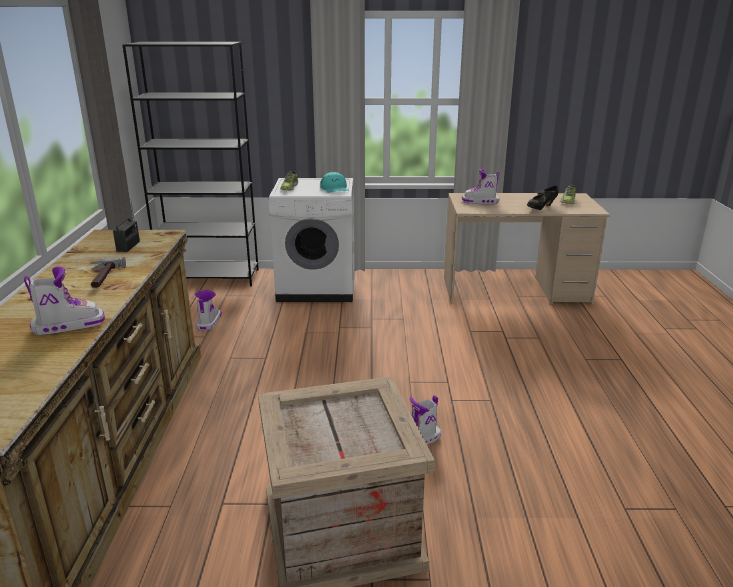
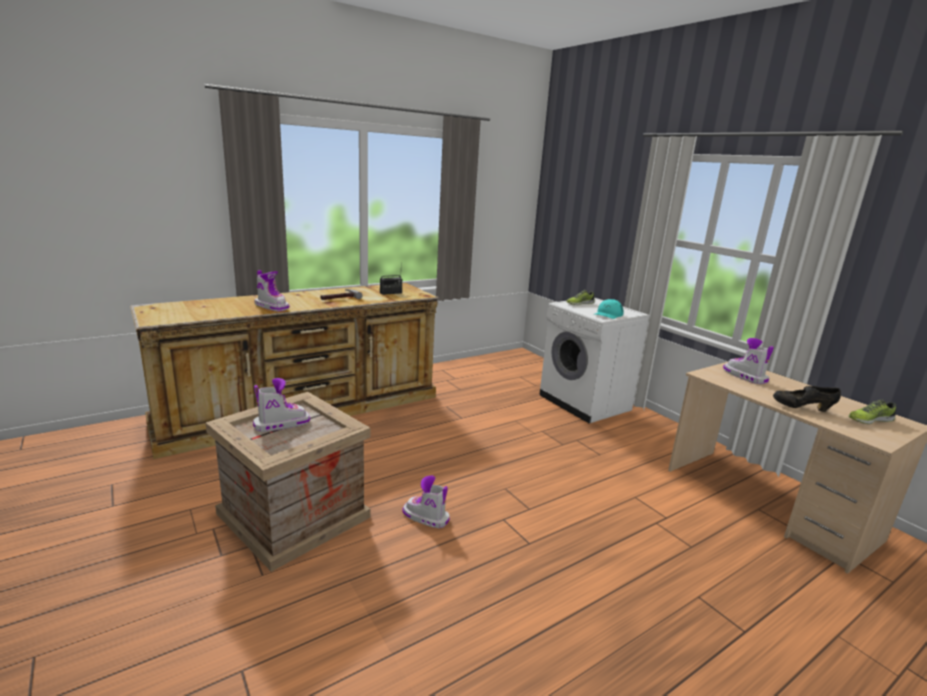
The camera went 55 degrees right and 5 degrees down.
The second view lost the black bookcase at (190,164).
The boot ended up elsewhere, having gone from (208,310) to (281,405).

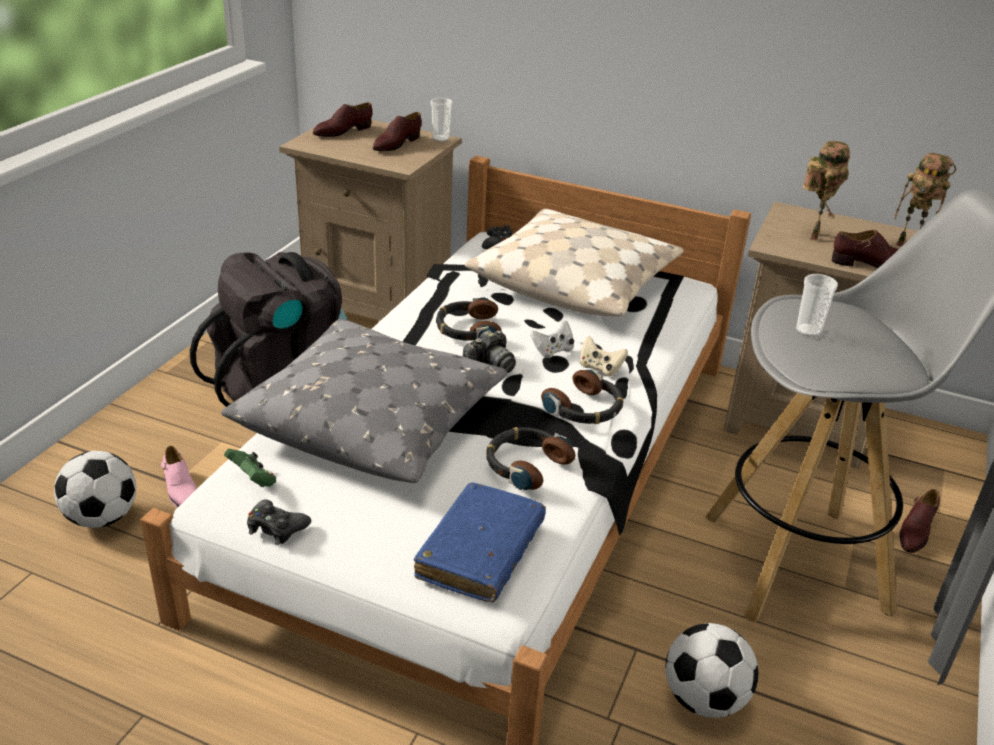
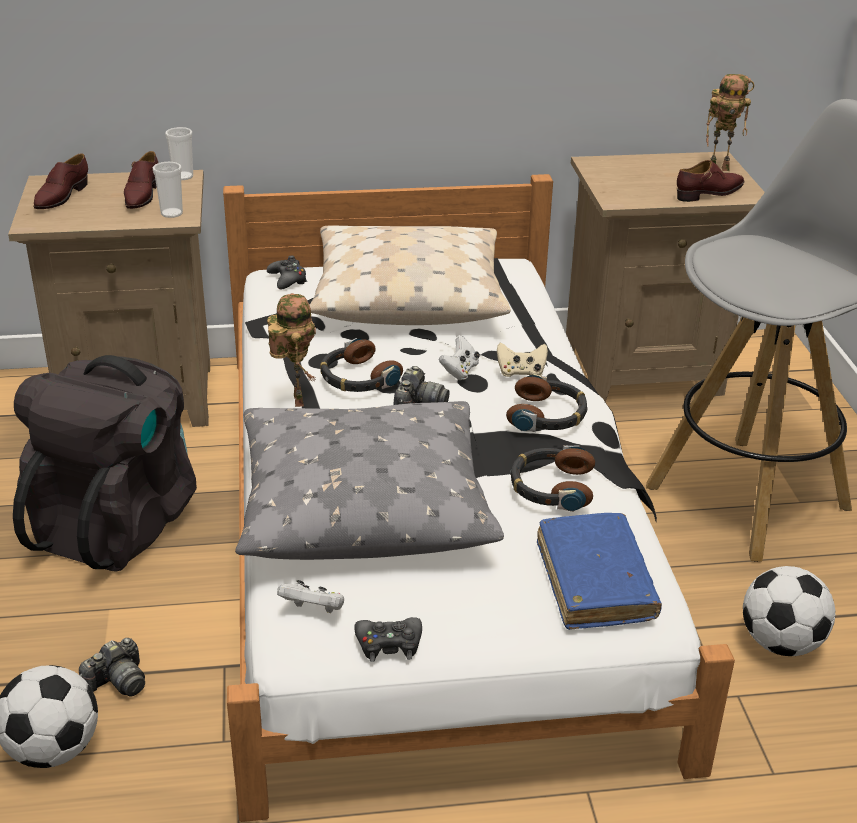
The camera went 30 degrees left and 0 degrees up.
The second view lost the brown shoe at (919,521).
The cup ended up elsewhere, having gone from (817,305) to (168,190).
The toy robot ended up elsewhere, having gone from (826,191) to (291,350).
Where the pink shoe stood at (179,477), the photo camera came to stand at (112,667).
What was the green game controller at (250,468) turned into the white game controller at (310,596).

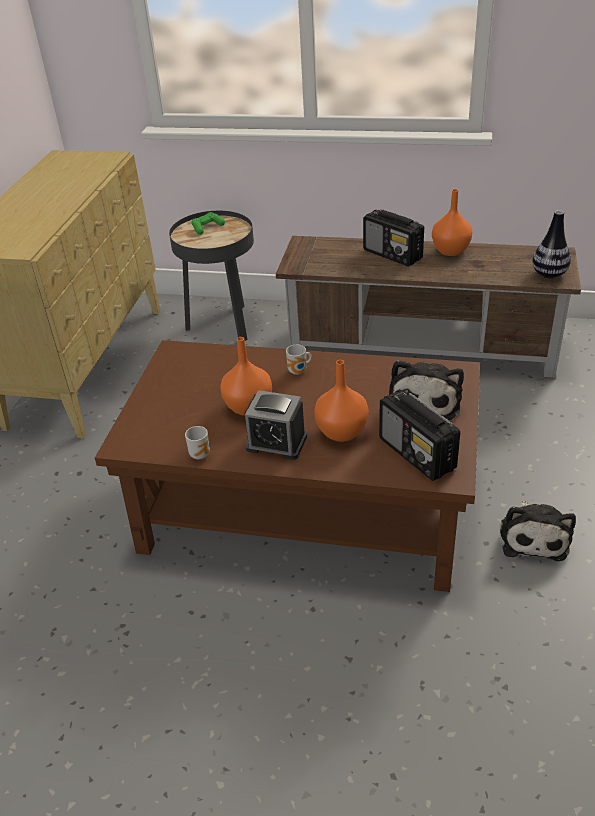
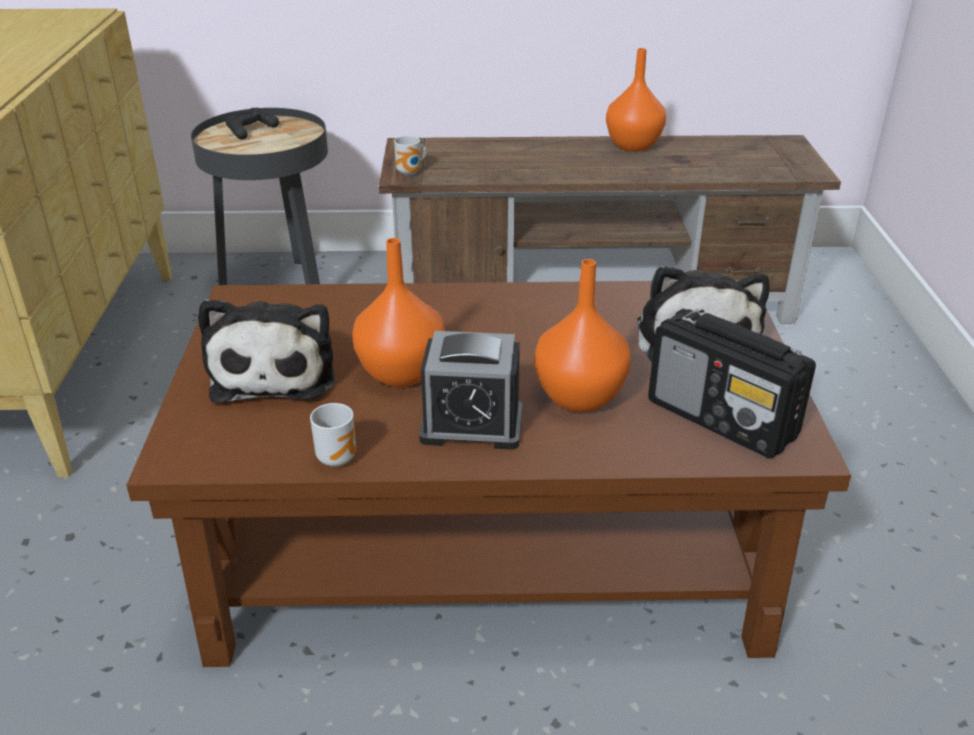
The camera went 15 degrees left and 5 degrees down.
The second view lost the radio at (393,237).
The second view lost the vase at (551,244).
The mug ended up elsewhere, having gone from (299,360) to (410,156).
The plush toy ended up elsewhere, having gone from (538,531) to (266,351).
What was the green game controller at (208,223) turned into the black game controller at (252,124).

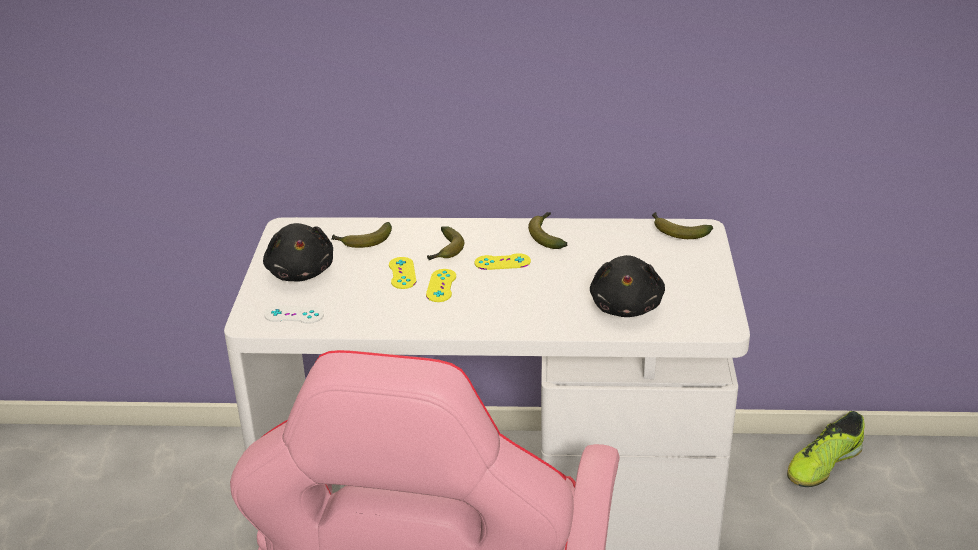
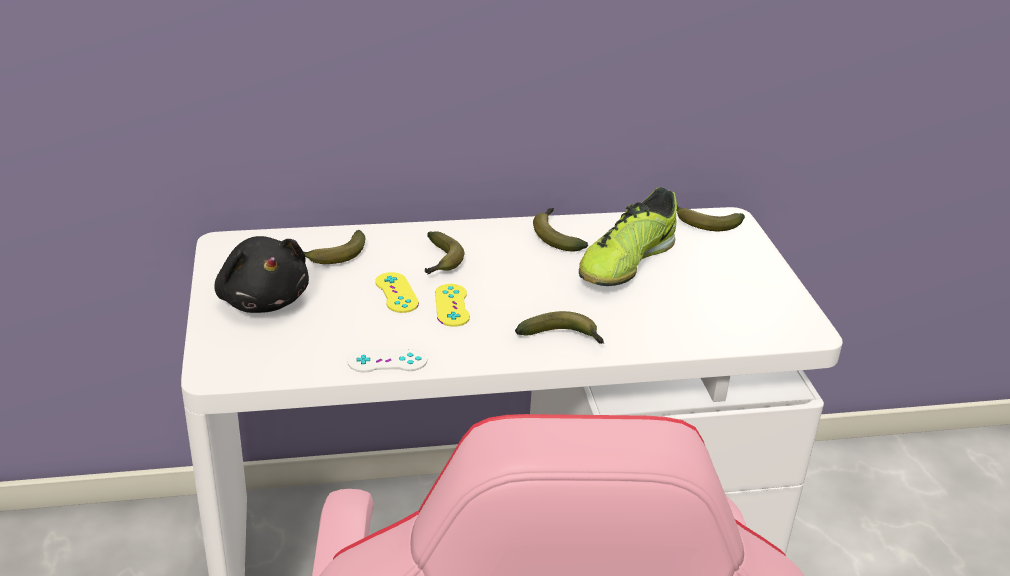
The camera went 15 degrees left and 0 degrees up.
The second view lost the yellow game controller at (503,261).
The second view lost the black plush toy at (627,286).
The second view gained the banana at (559,327).
The white game controller ended up elsewhere, having gone from (294,314) to (387,360).
The shoe ended up elsewhere, having gone from (825,449) to (628,236).

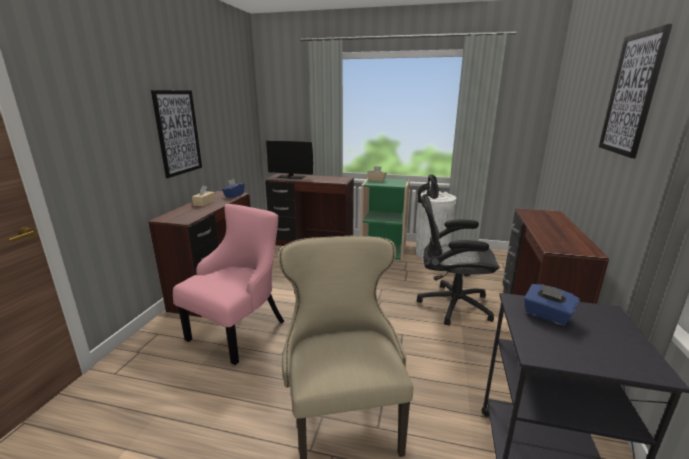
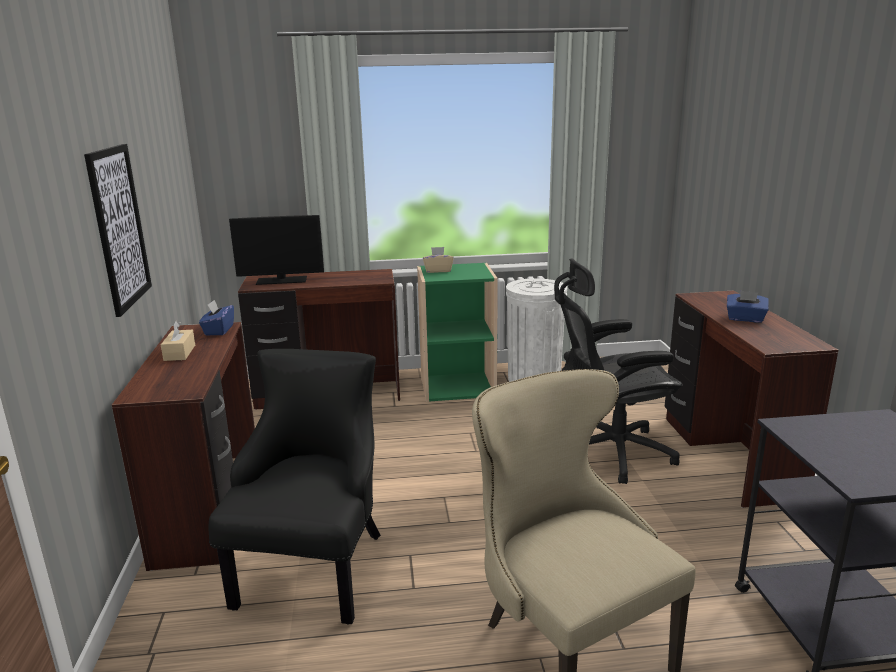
The camera went 20 degrees left and 0 degrees up.
The second view lost the picture at (635,91).
The blue tissue box ended up elsewhere, having gone from (552,305) to (748,307).
What was the pink chair at (229,284) turned into the black chair at (294,486).

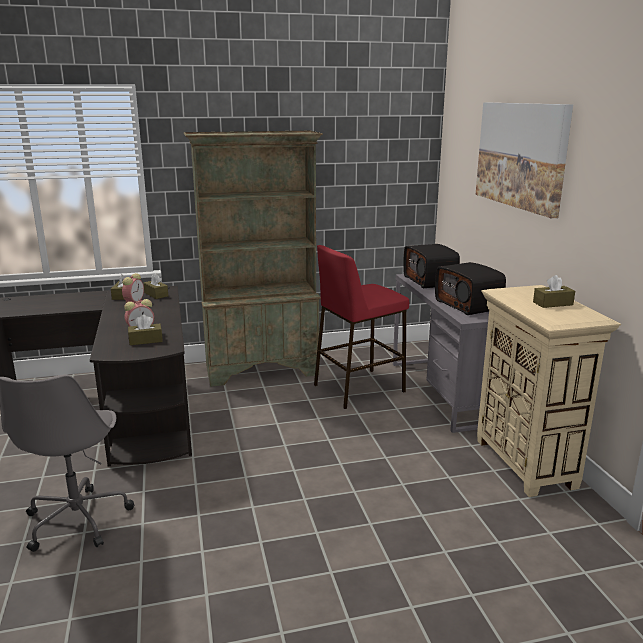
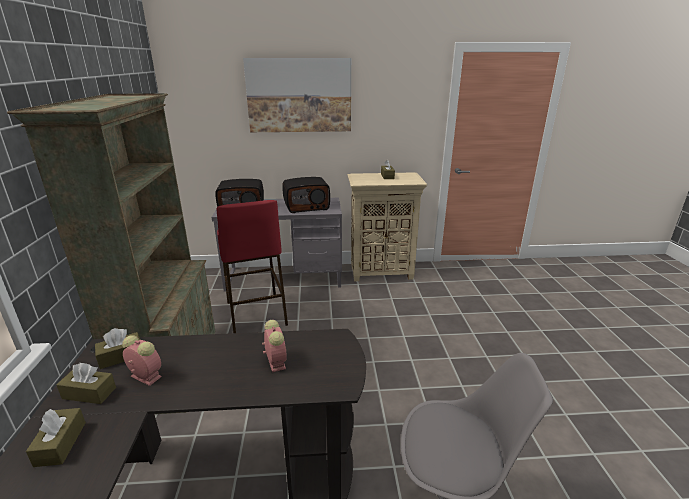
The camera went 80 degrees left and 5 degrees up.
The brown tissue box ended up elsewhere, having gone from (145,330) to (56,437).

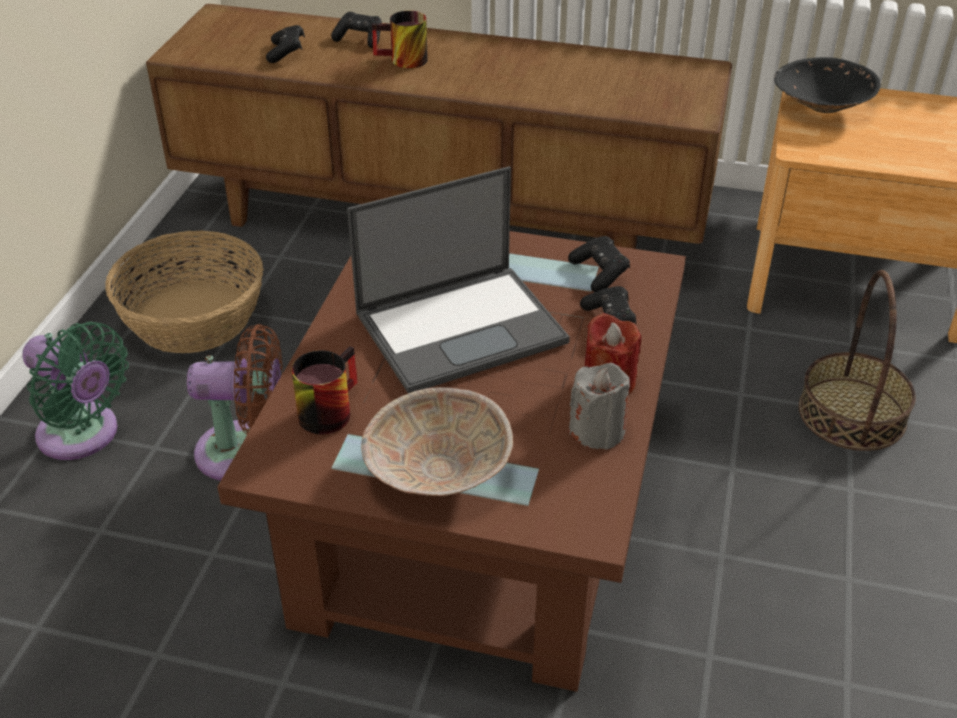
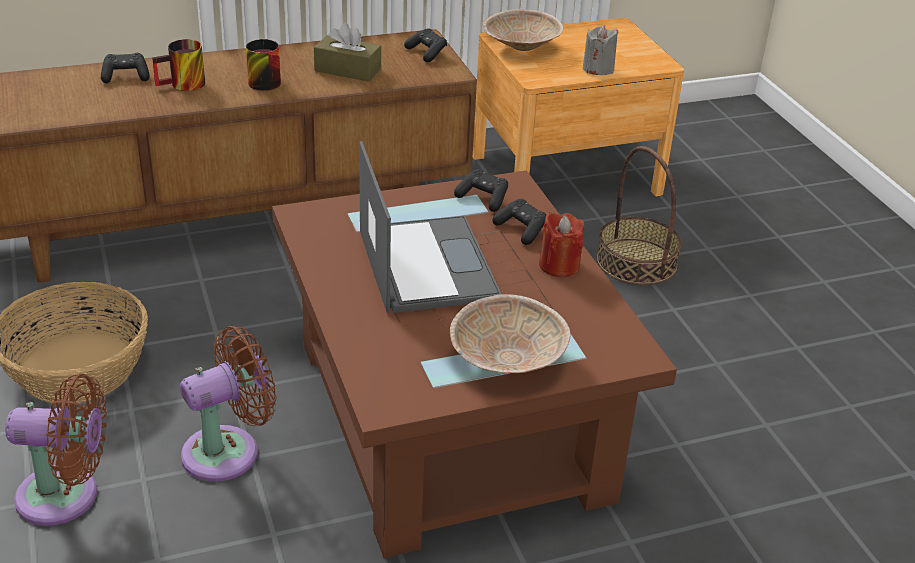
The camera went 35 degrees left and 5 degrees down.
The second view gained the brown tissue box at (347,52).
The black game controller ended up elsewhere, having gone from (285,44) to (425,45).
The mug ended up elsewhere, having gone from (324,390) to (263,65).
The grey candle ended up elsewhere, having gone from (599,406) to (600,50).
What was the green fan at (75,391) turned into the brown fan at (56,450).
What was the black bowl at (827,85) turned into the beige bowl at (523,30).
The laptop at (458,279) ended up facing another way, 45 degrees counterclockwise from before.

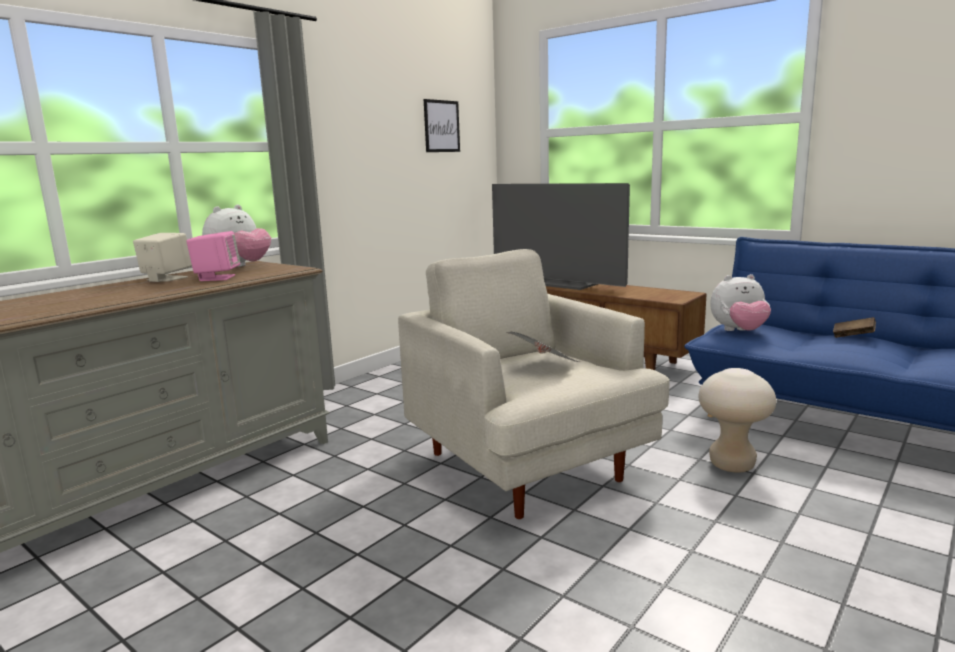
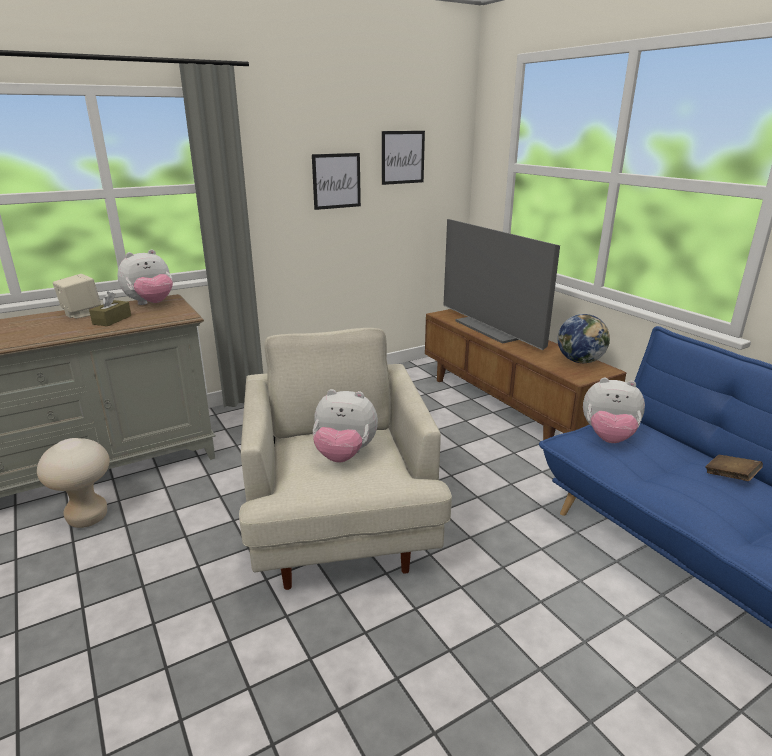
The camera went 20 degrees right and 10 degrees up.
The second view gained the picture at (336,181).
The second view gained the globe at (584,338).
The beige stool ended up elsewhere, having gone from (737,420) to (73,483).
Where the pink speaker stood at (213,256), the brown tissue box came to stand at (110,308).
Where the newspaper stood at (542,346), the plush toy came to stand at (345,425).

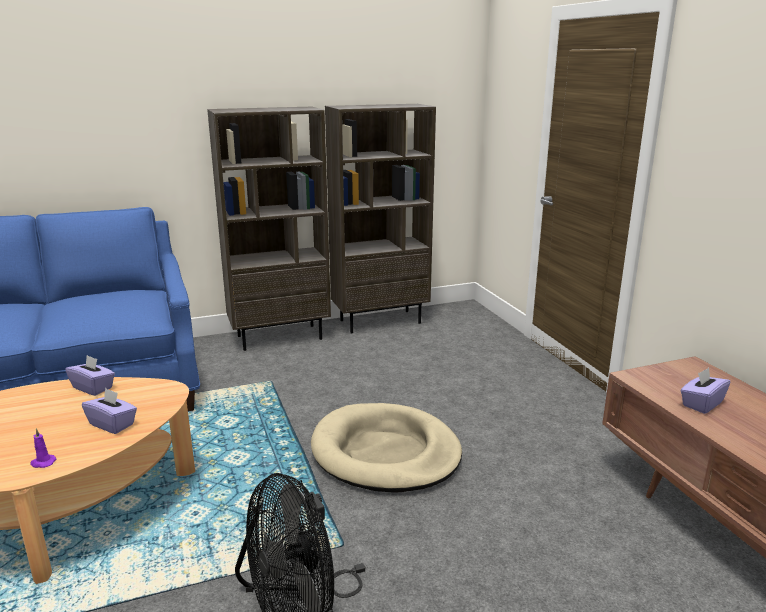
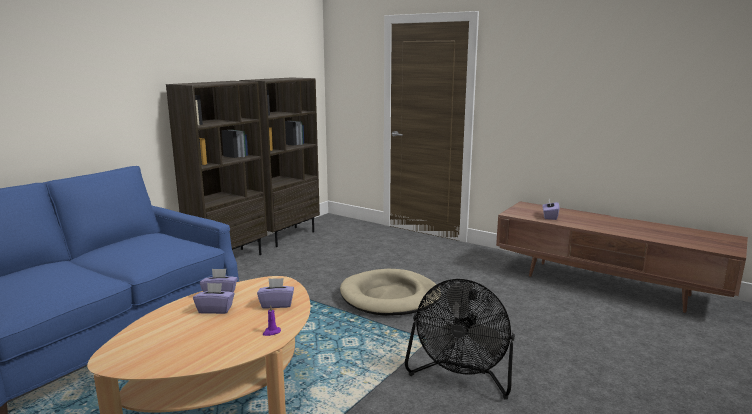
The camera went 35 degrees left and 5 degrees down.
The second view gained the purple tissue box at (213,298).

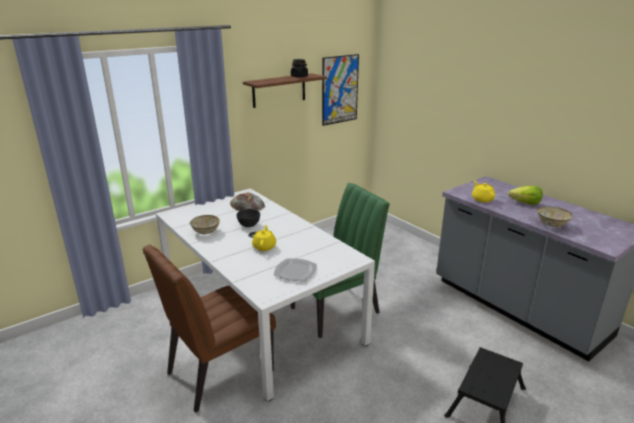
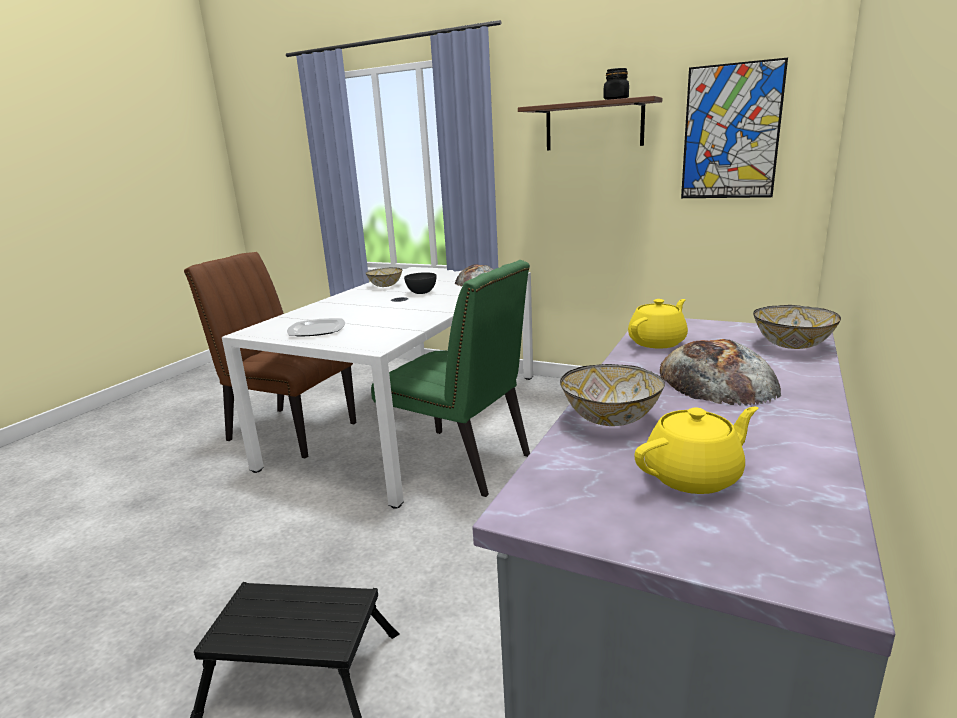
The camera went 65 degrees right and 5 degrees down.
The second view gained the bowl at (797,327).
The yellow teapot ended up elsewhere, having gone from (264,238) to (696,450).
Where the lettuce stood at (525,195), the bread came to stand at (720,372).

